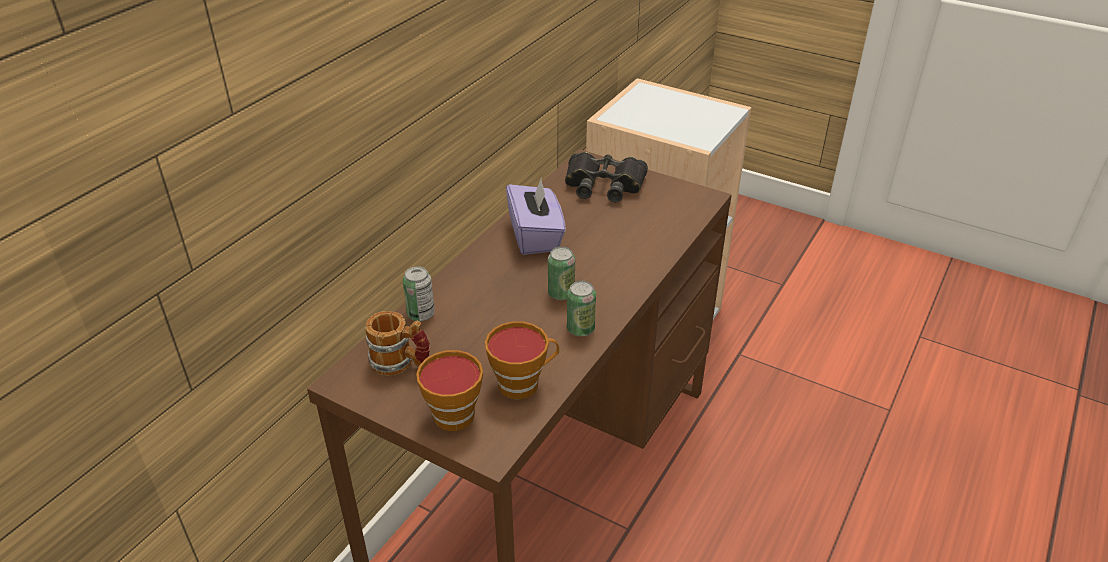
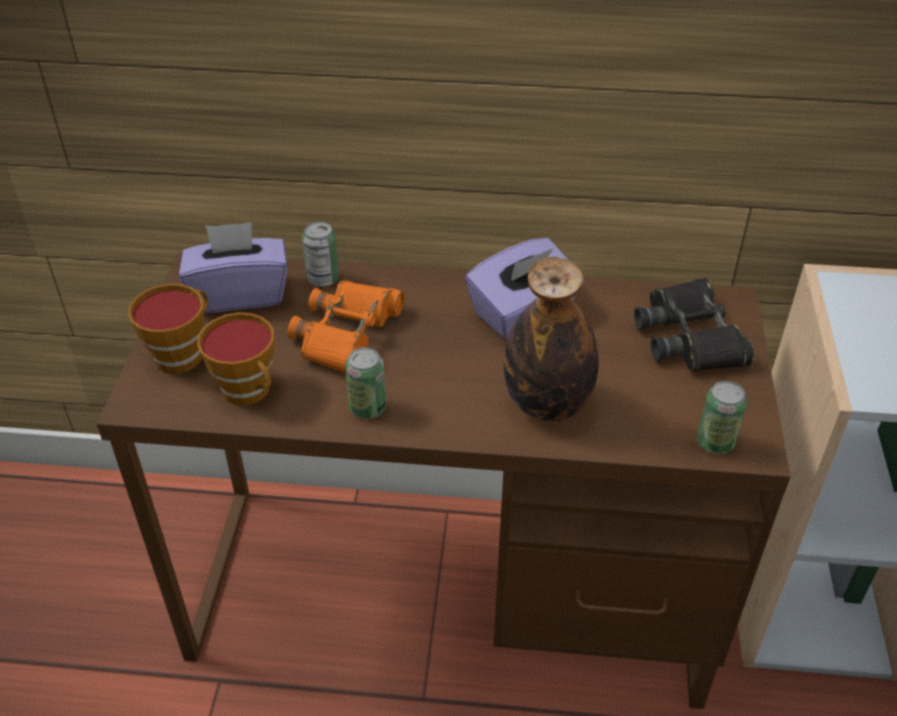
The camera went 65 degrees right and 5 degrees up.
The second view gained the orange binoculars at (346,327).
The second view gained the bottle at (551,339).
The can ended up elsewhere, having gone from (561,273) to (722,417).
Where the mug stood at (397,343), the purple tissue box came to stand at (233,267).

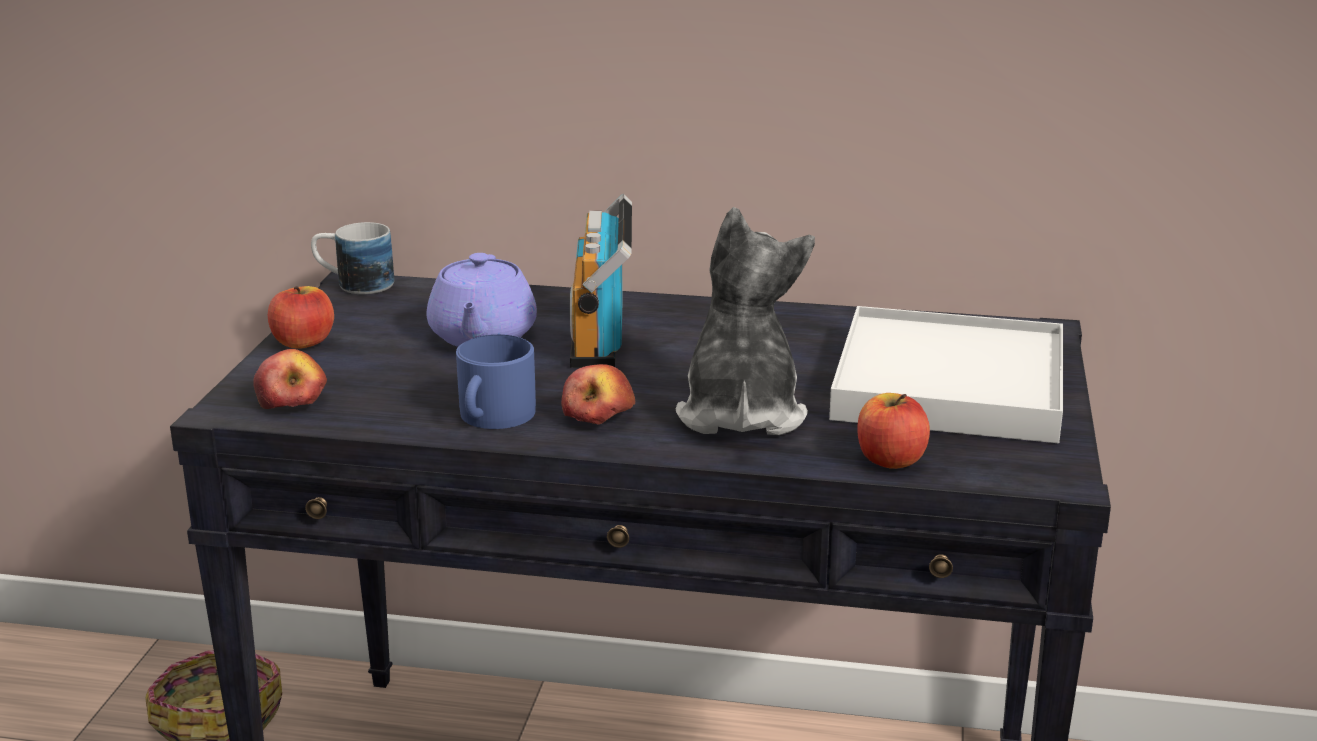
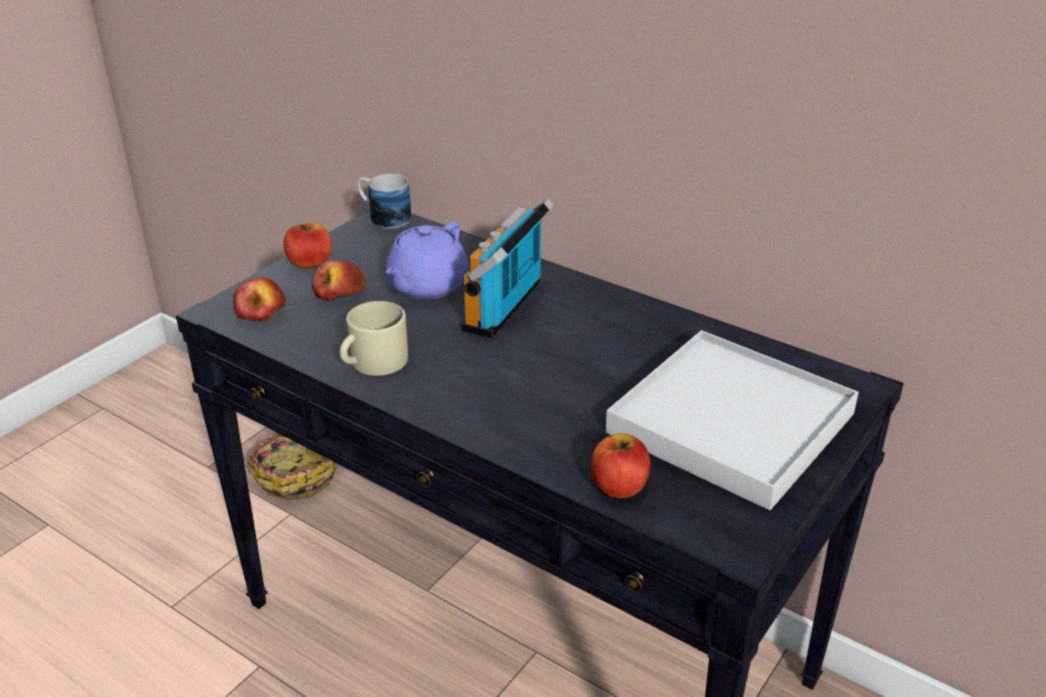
The camera went 25 degrees right and 10 degrees up.
The second view lost the plush toy at (745,321).
The apple ended up elsewhere, having gone from (598,394) to (338,280).
What was the blue mug at (496,381) turned into the beige mug at (374,338).

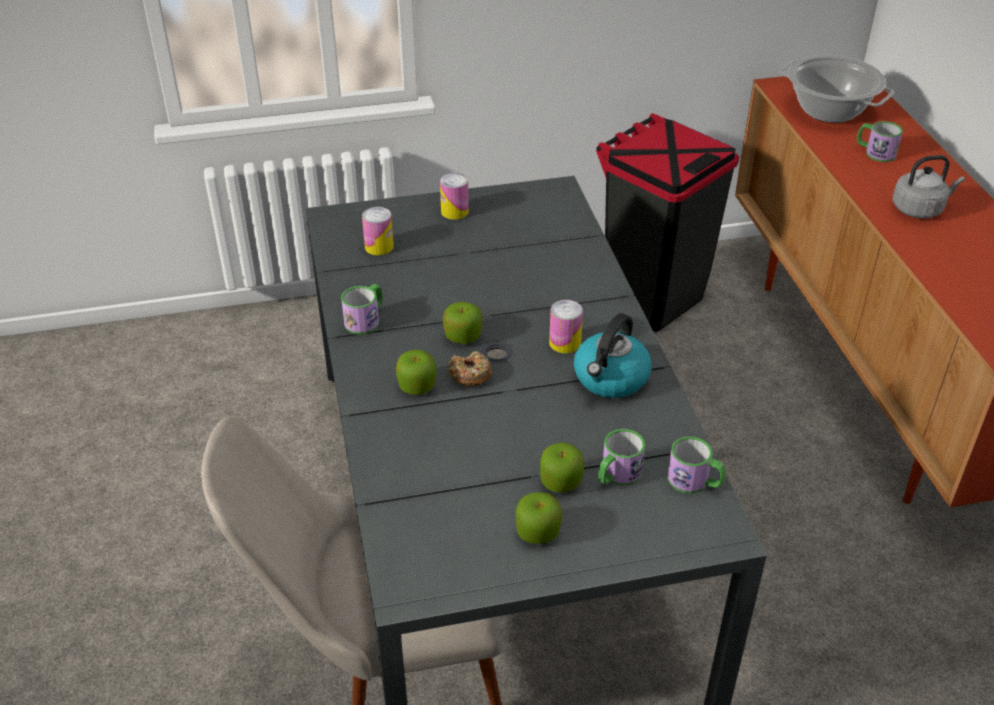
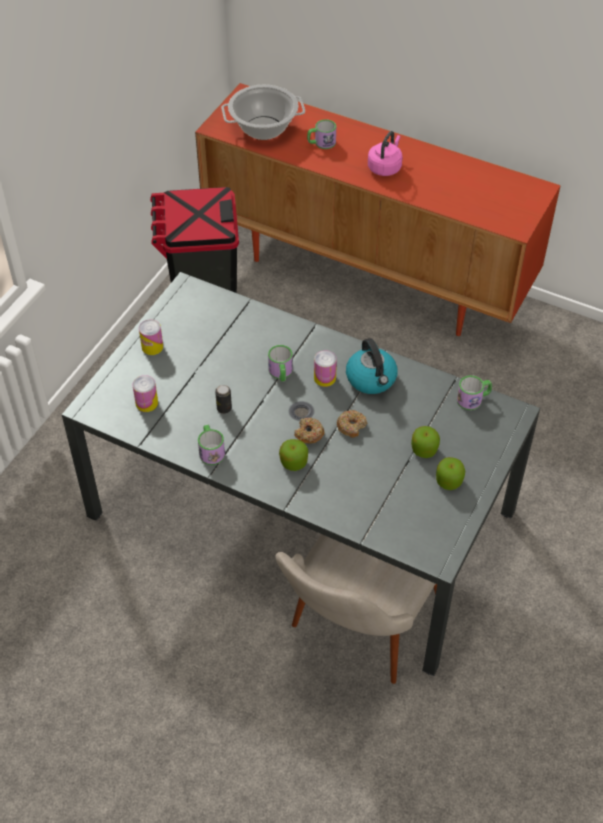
The camera went 50 degrees left and 10 degrees up.
The second view lost the apple at (462,323).
The second view gained the can at (223,399).
The second view gained the donut at (352,424).
The mug ended up elsewhere, having gone from (621,457) to (280,363).
What was the grey kettle at (929,187) turned into the pink kettle at (385,153).

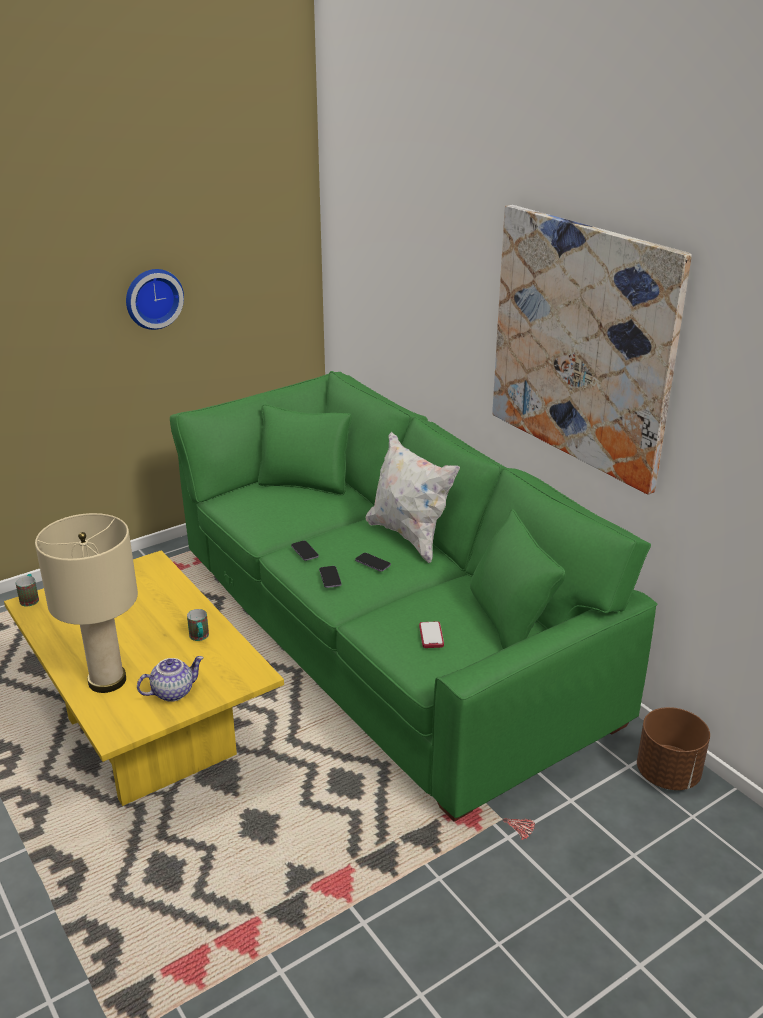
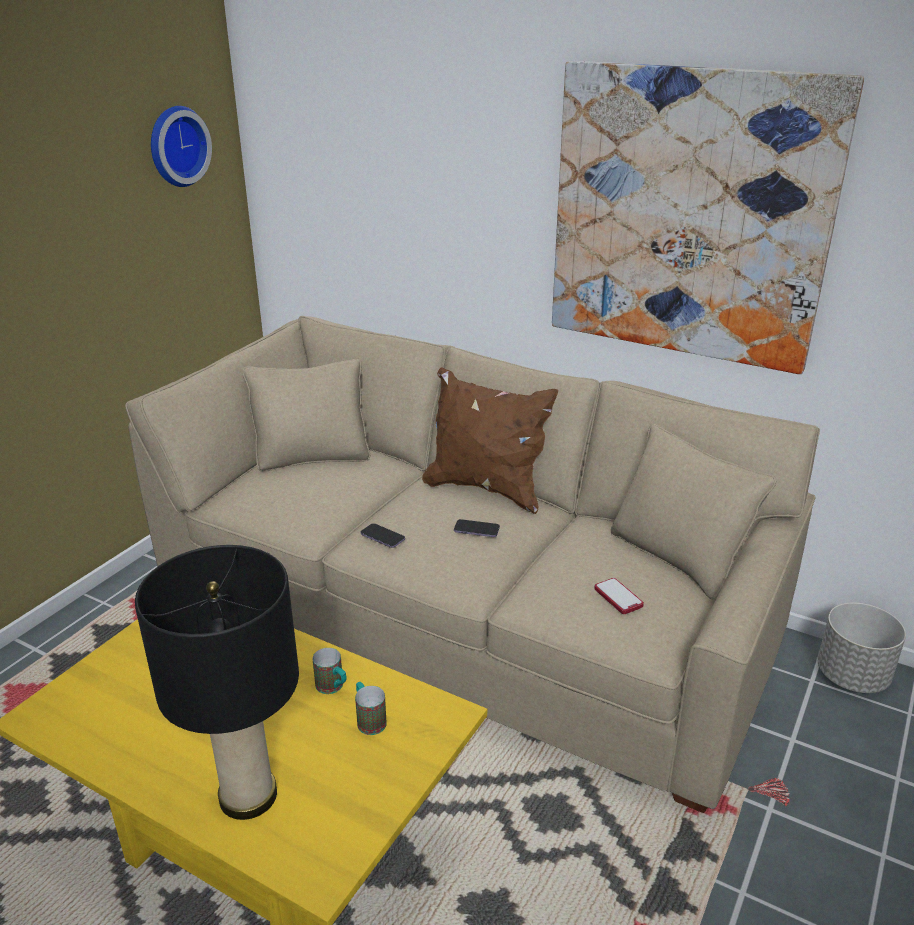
The camera went 25 degrees left and 0 degrees up.
The second view lost the teapot at (170,679).
The second view lost the phone at (330,577).
The mug ended up elsewhere, having gone from (27,590) to (371,708).
The wall clock ended up elsewhere, having gone from (155,299) to (181,146).
What was the beige table lamp at (86,603) turned into the black table lamp at (217,682).
What was the green sofa at (414,596) turned into the beige sofa at (472,564).
What was the white pillow at (413,498) turned into the brown pillow at (490,440).
What was the brown planter at (673,748) turned into the grey planter at (862,648).

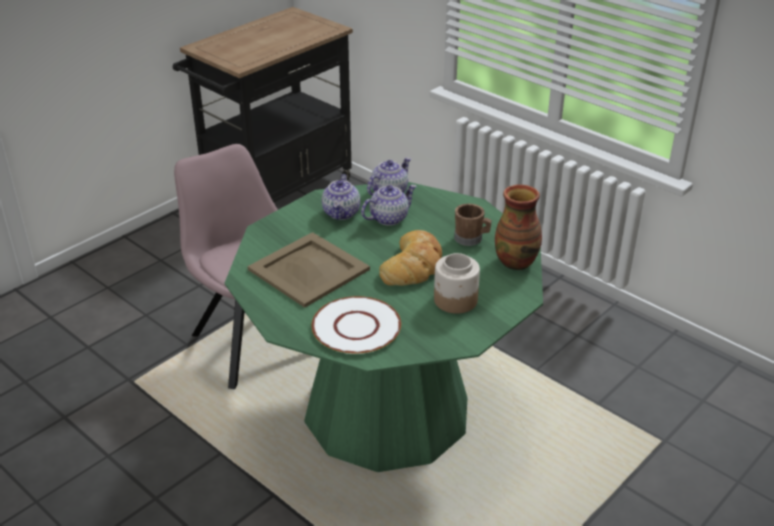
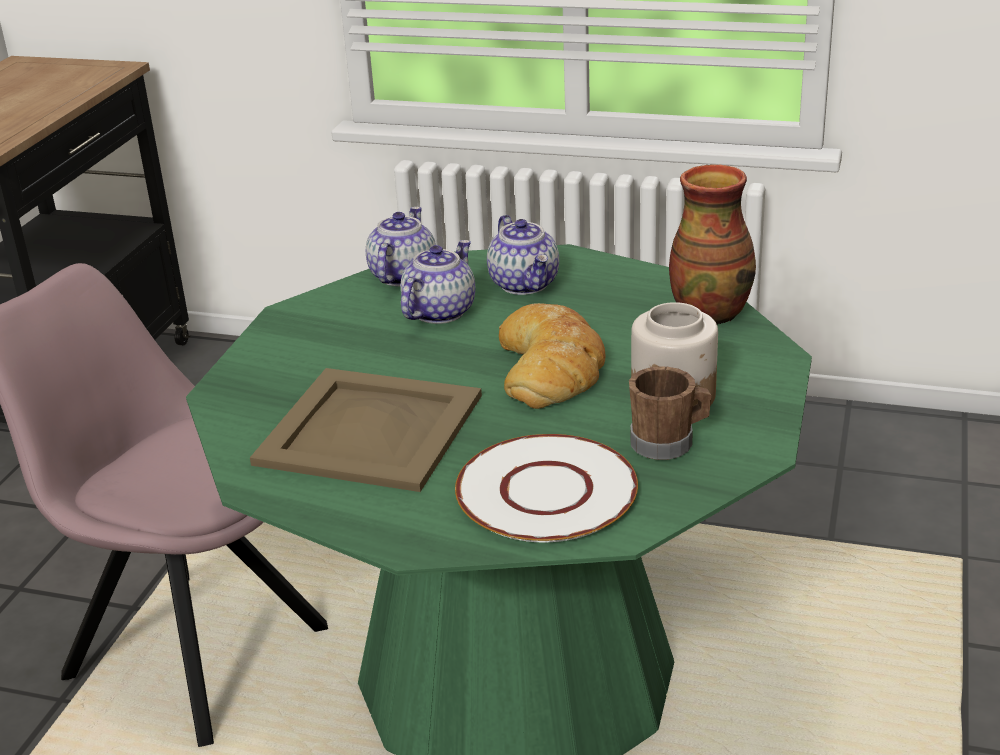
The camera went 25 degrees left and 5 degrees down.
The teapot ended up elsewhere, having gone from (341,197) to (523,255).
The brown mug ended up elsewhere, having gone from (473,225) to (670,413).

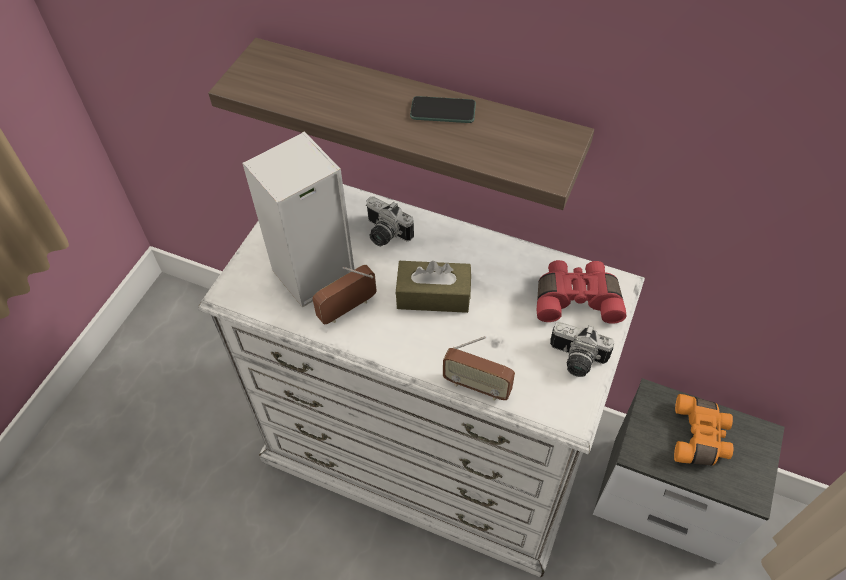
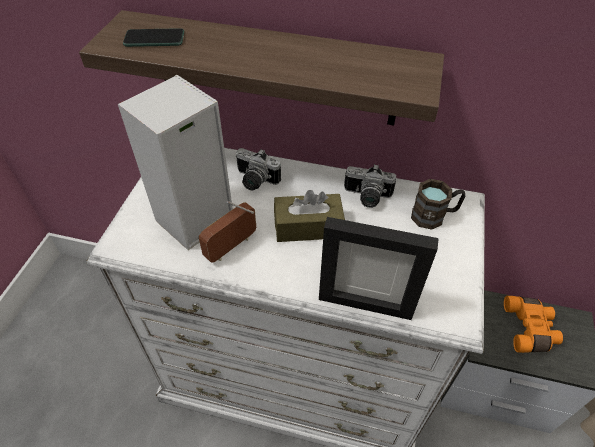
The camera went 10 degrees left and 5 degrees down.
The phone ended up elsewhere, having gone from (443,109) to (153,37).
The photo camera ended up elsewhere, having gone from (582,349) to (370,186).
Where the radio stood at (479,368), the picture frame came to stand at (379,268).
Where the red binoculars stood at (581,292), the brown mug came to stand at (438,204).

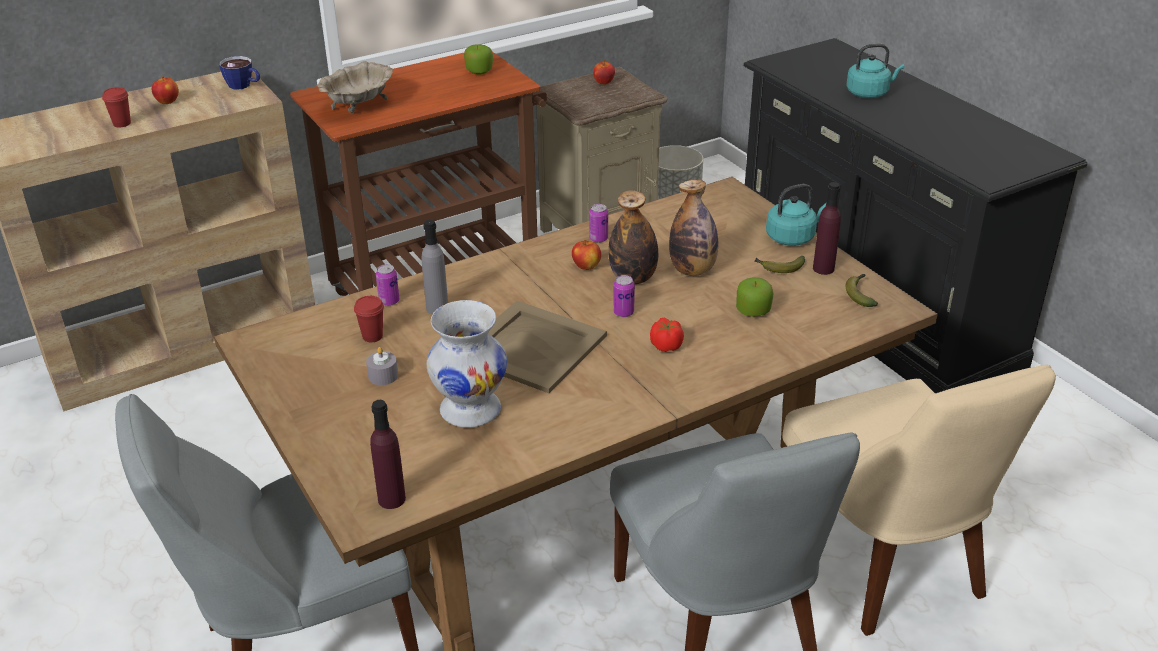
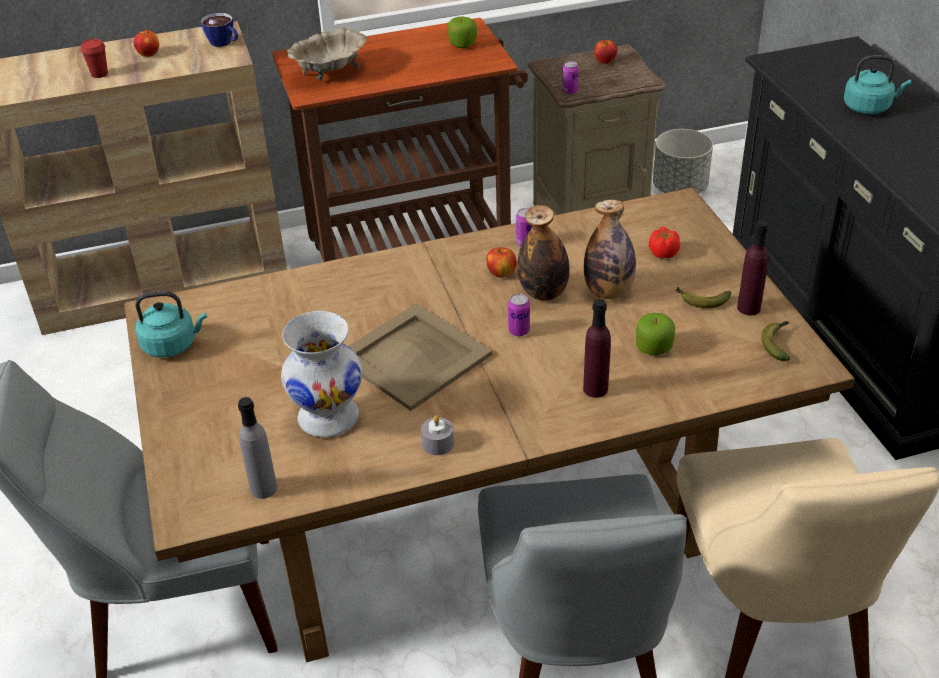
The camera went 15 degrees right and 5 degrees up.
The second view lost the red cup at (369,319).
The grey candle ended up elsewhere, having gone from (382,366) to (437,435).
The purple bottle ended up elsewhere, having gone from (388,454) to (597,348).
The can ended up elsewhere, having gone from (387,285) to (570,77).
The grey bottle ended up elsewhere, having gone from (435,267) to (257,448).
The tomato ended up elsewhere, having gone from (667,335) to (664,242).
The turquoise kettle ended up elsewhere, having gone from (796,215) to (171,324).

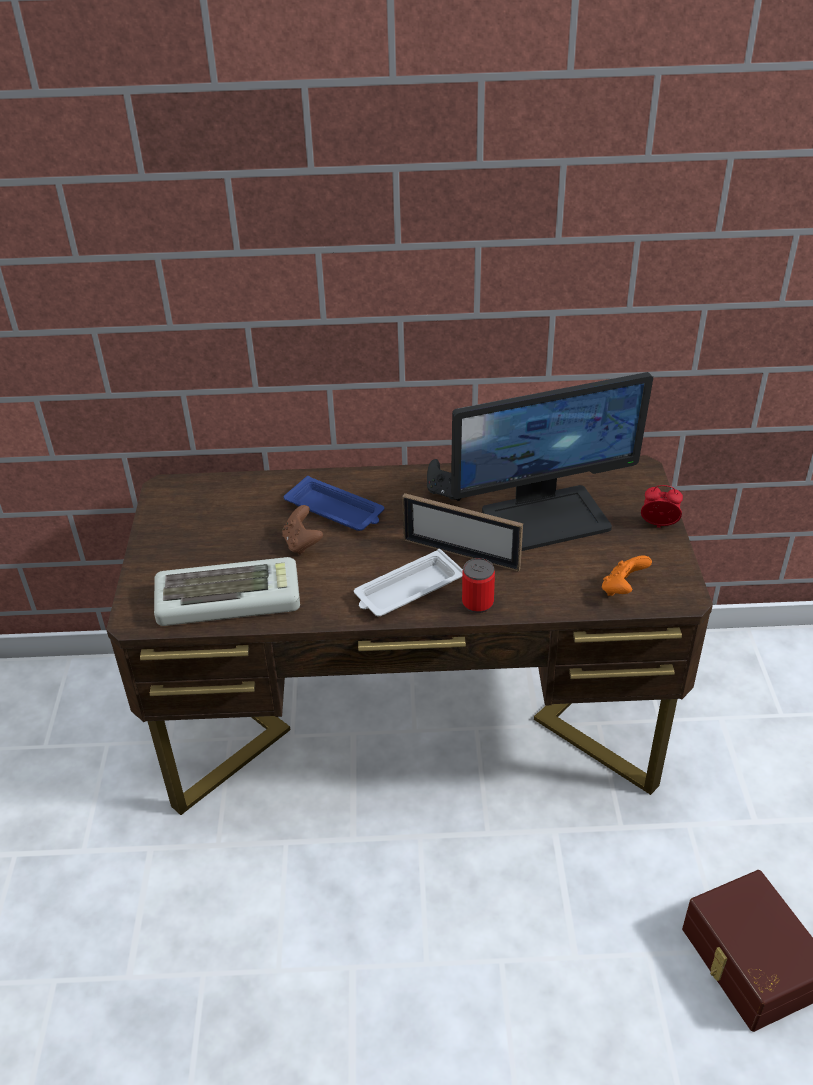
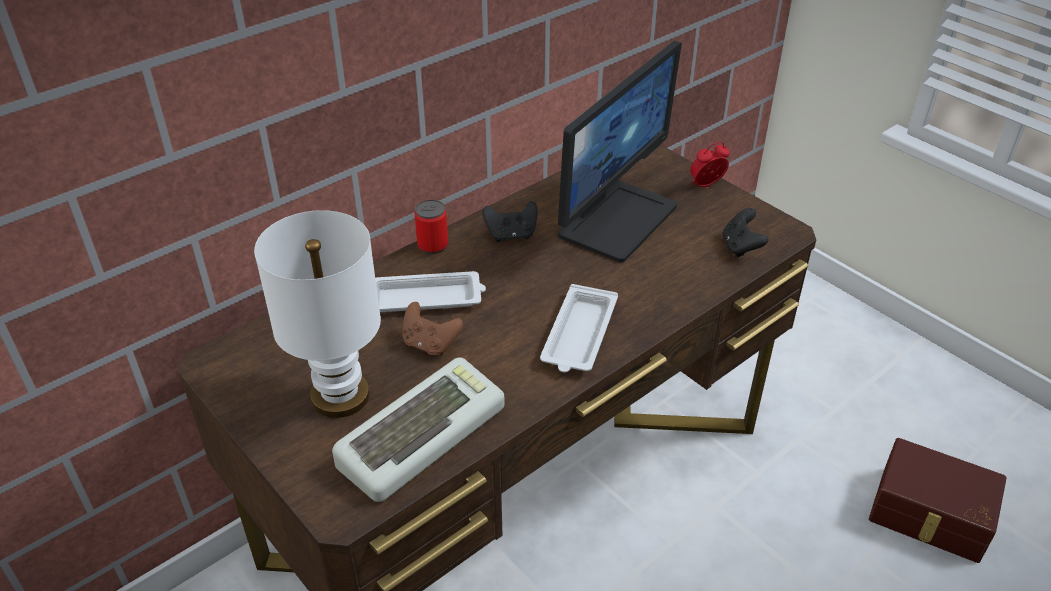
The camera went 40 degrees left and 0 degrees up.
The second view lost the picture frame at (462,532).
The second view gained the white table lamp at (317,314).
The can ended up elsewhere, having gone from (478,585) to (431,227).
What was the blue tray at (333,503) turned into the white tray at (430,291).
What was the orange game controller at (627,575) turned into the black game controller at (745,232).

